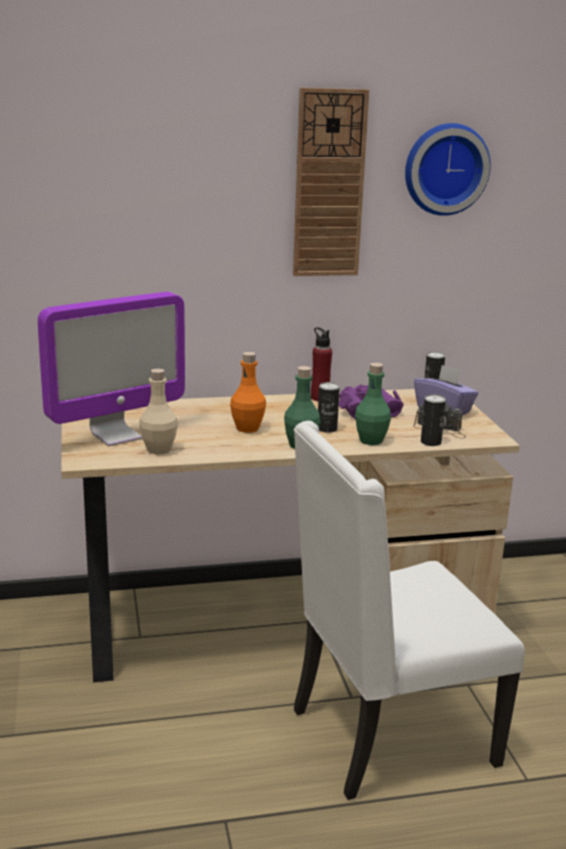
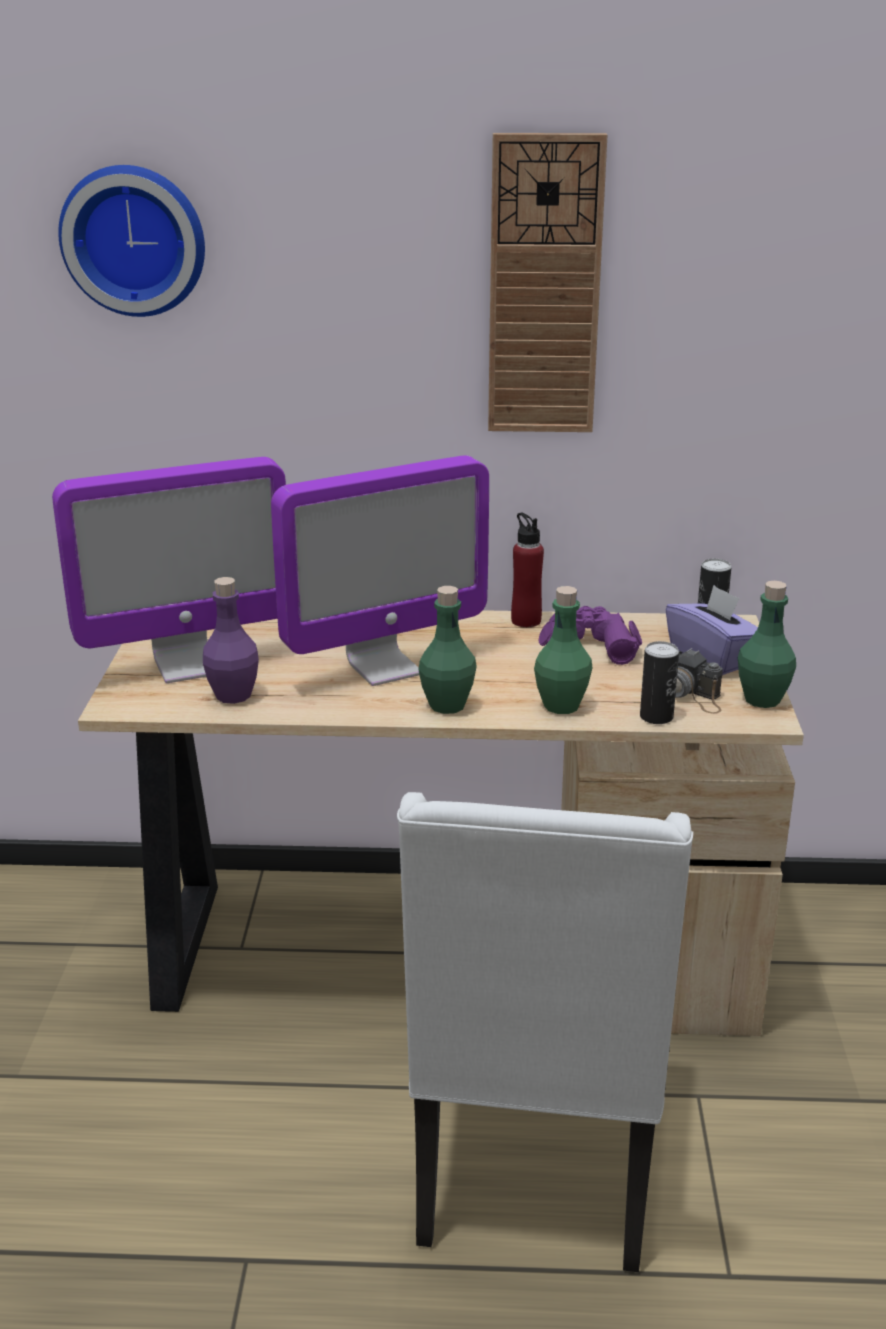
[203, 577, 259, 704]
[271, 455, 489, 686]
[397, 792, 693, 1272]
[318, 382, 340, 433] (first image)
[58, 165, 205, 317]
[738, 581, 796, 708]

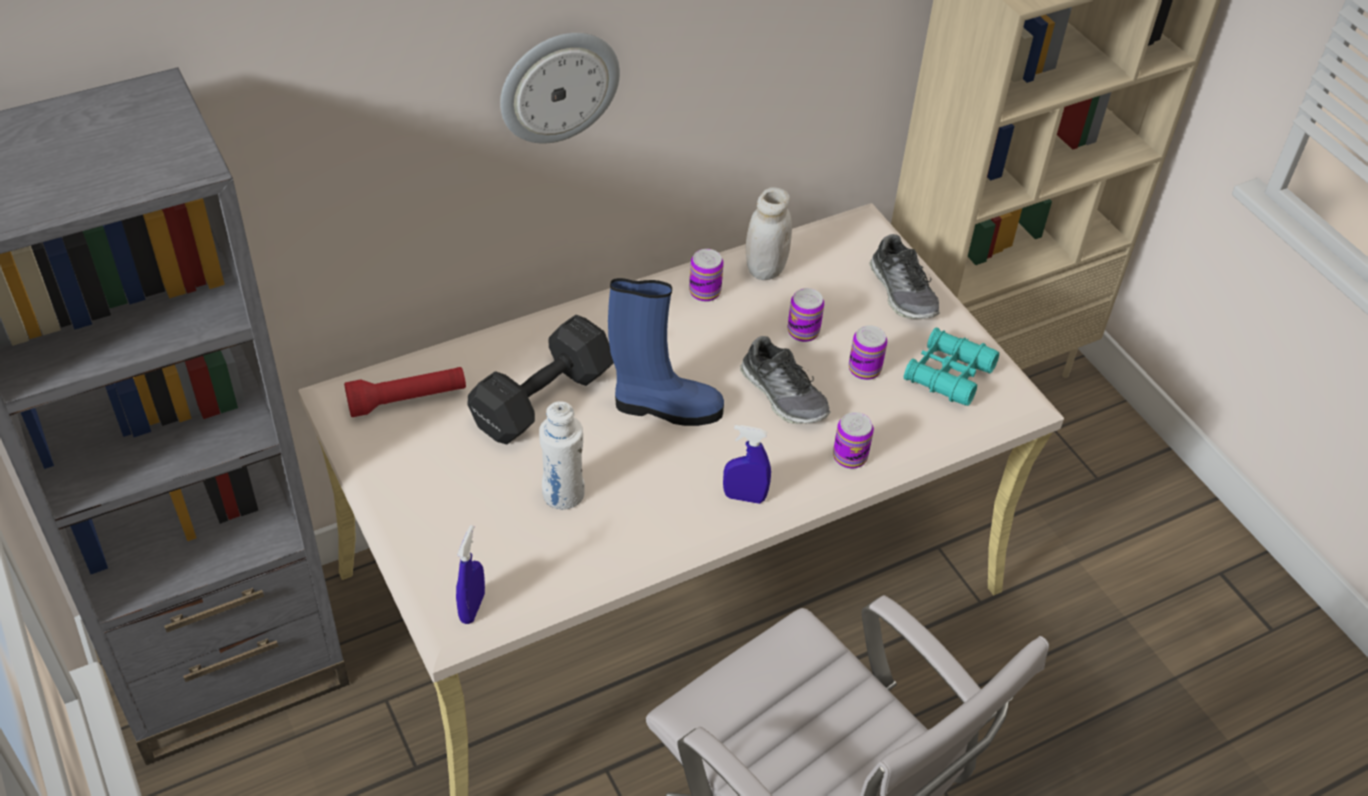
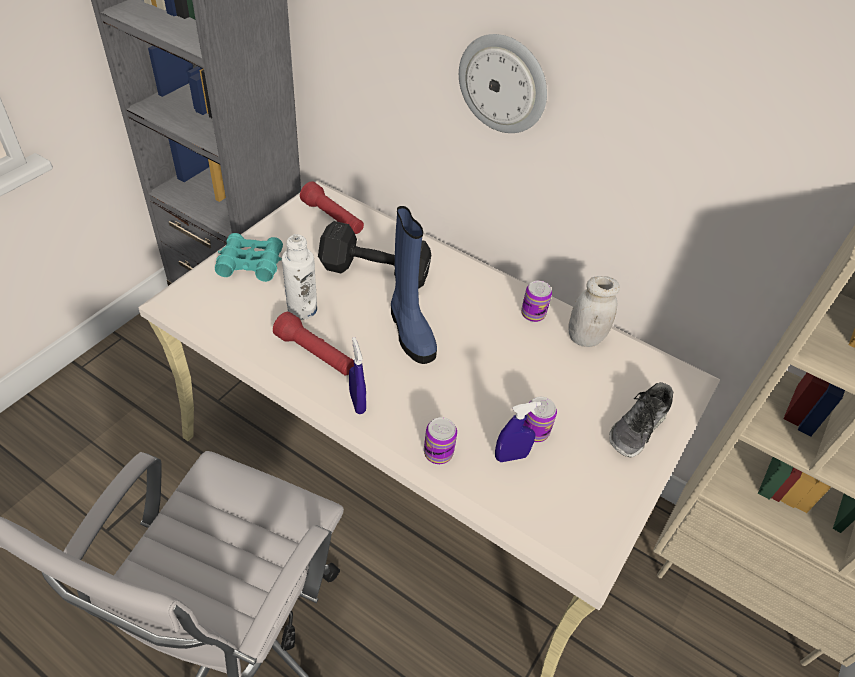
[495, 401, 541, 462]
[740, 336, 831, 424] (first image)
[788, 288, 824, 342] (first image)
[215, 233, 283, 282]
[273, 312, 354, 376]

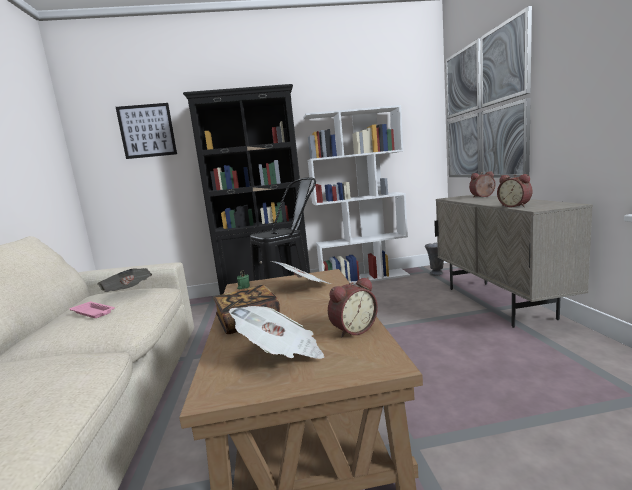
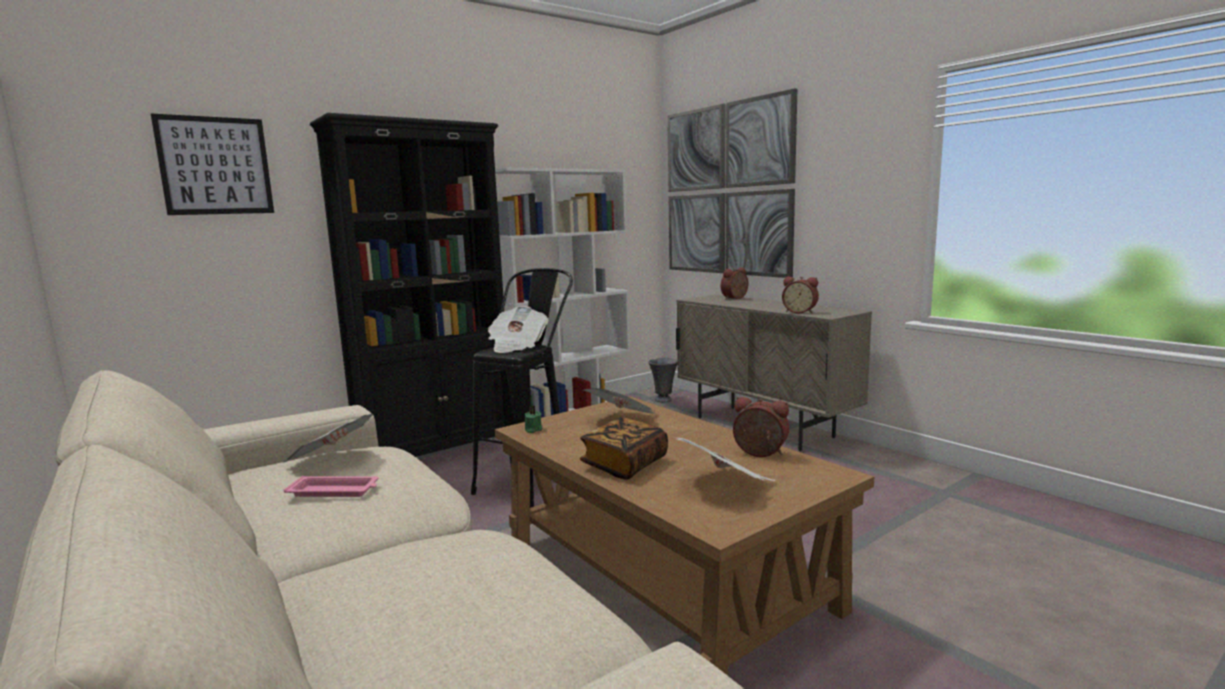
[733, 397, 789, 457]
[488, 306, 548, 353]

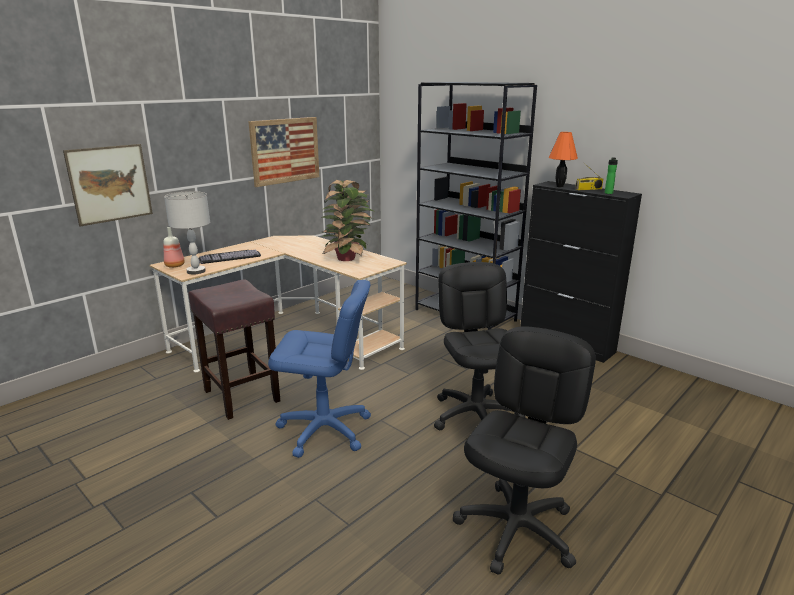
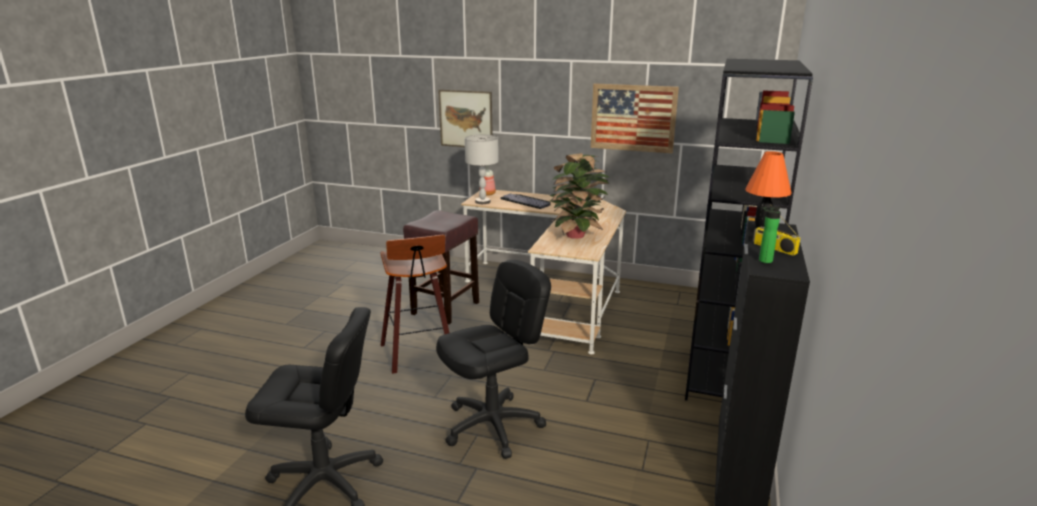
[380, 235, 449, 374]

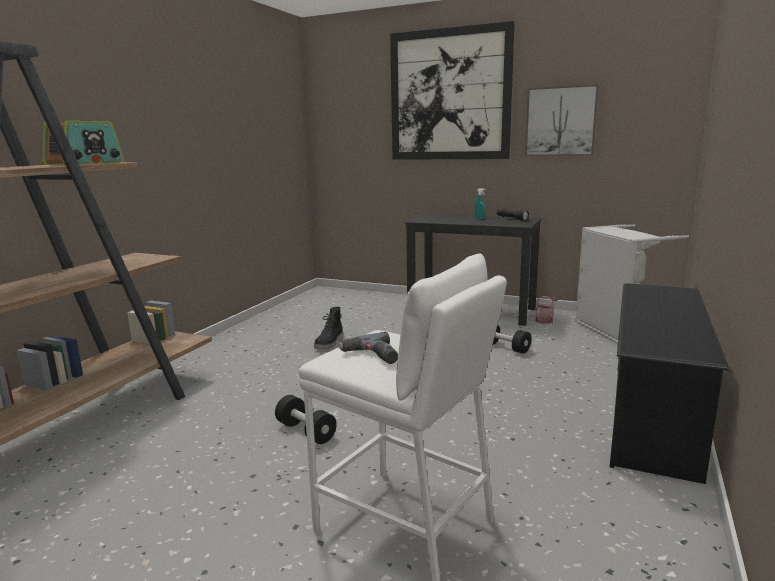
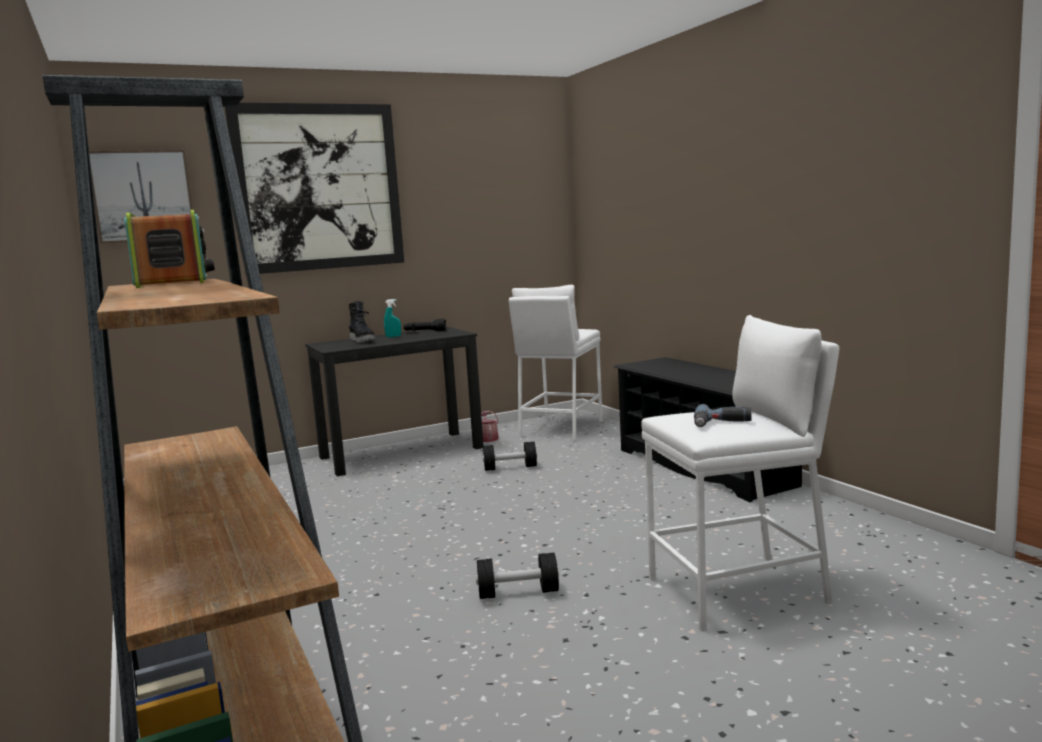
[349, 301, 375, 343]
[89, 150, 193, 244]
[509, 285, 603, 441]

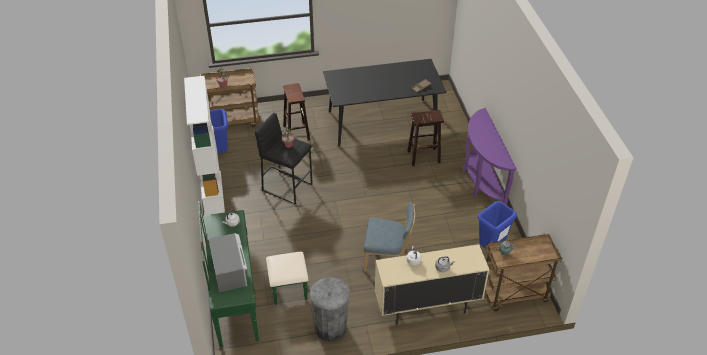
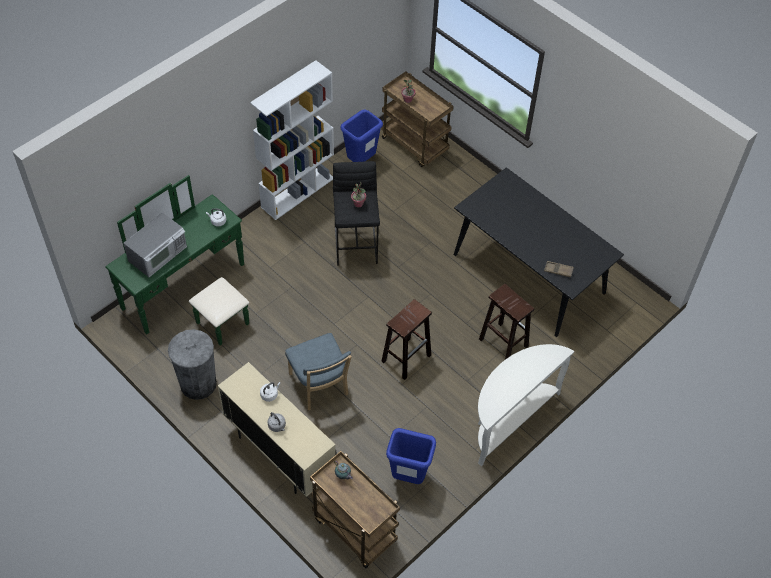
[381, 299, 432, 380]
[478, 344, 574, 466]

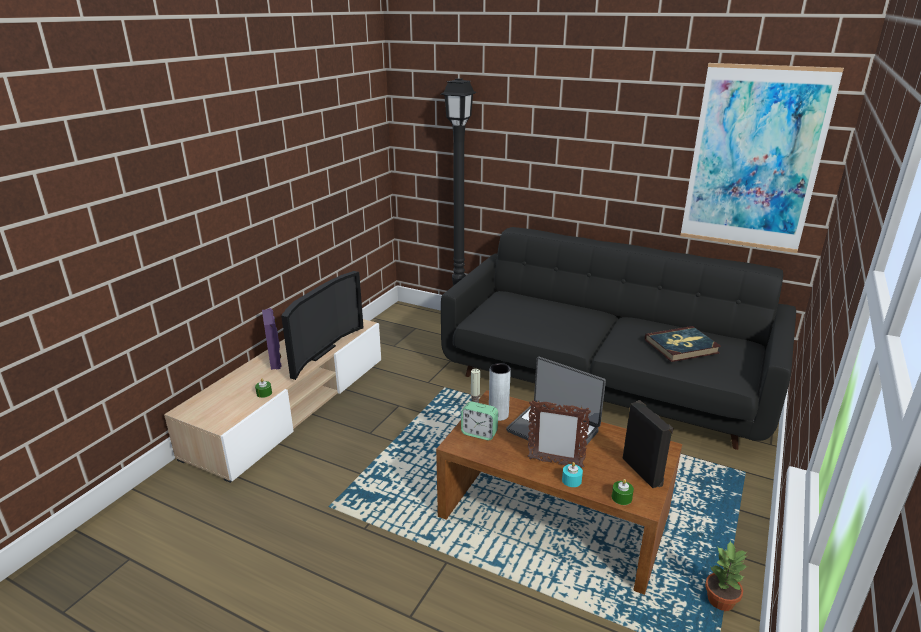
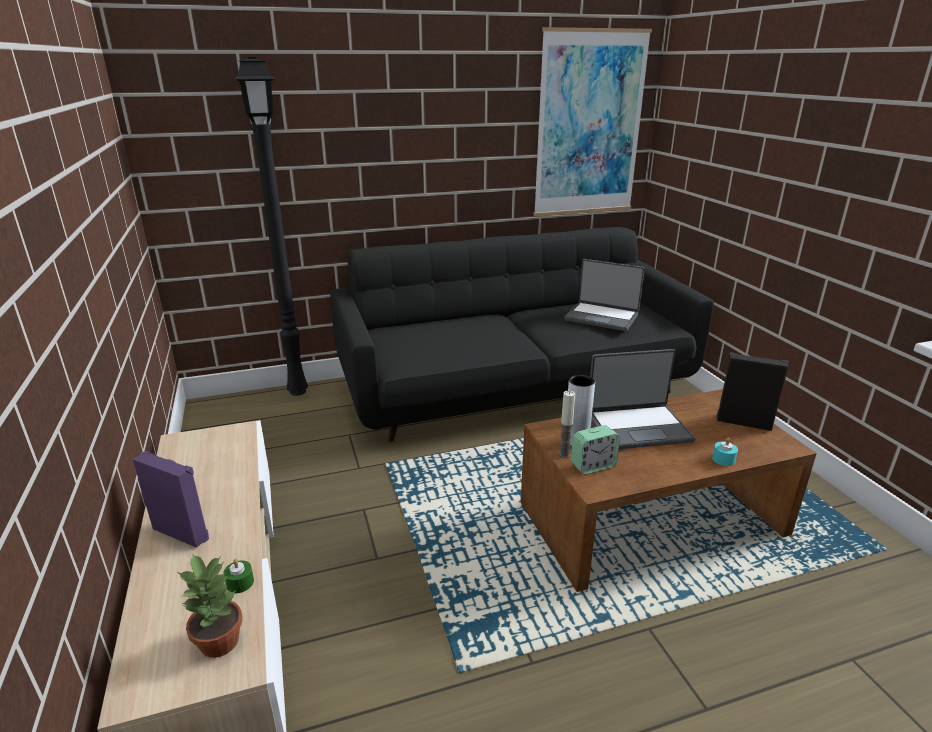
[281, 271, 364, 380] (first image)
[527, 400, 591, 467] (first image)
[612, 479, 634, 505] (first image)
[564, 259, 645, 331]
[178, 553, 242, 658]

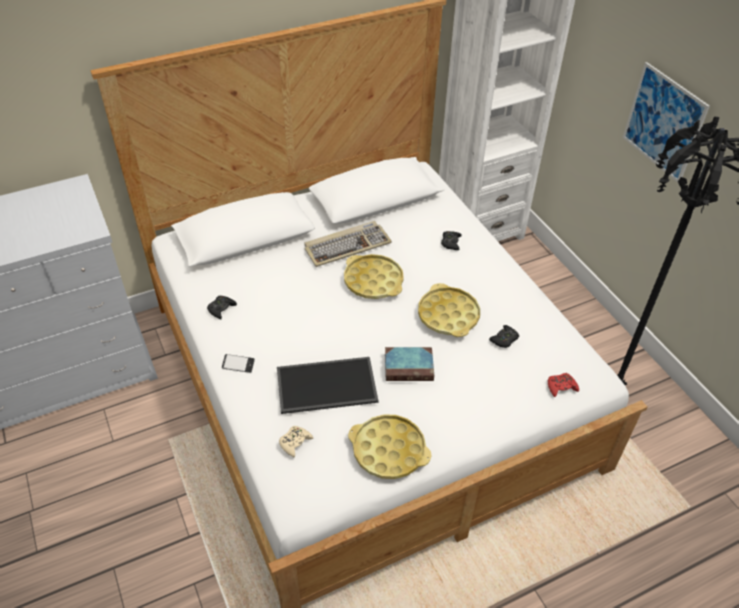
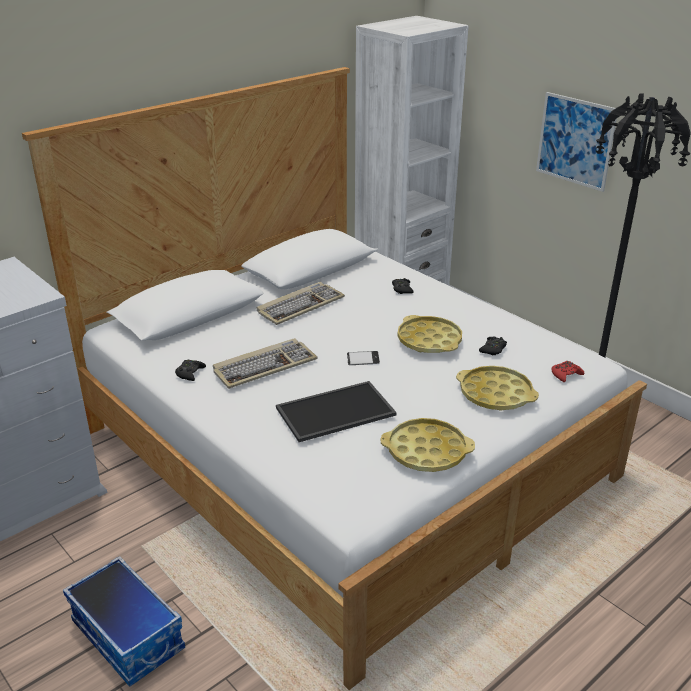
[347, 351, 380, 365]
[279, 426, 313, 457] (first image)
[456, 366, 539, 411]
[385, 347, 434, 381] (first image)
[63, 556, 185, 687]
[213, 338, 318, 389]

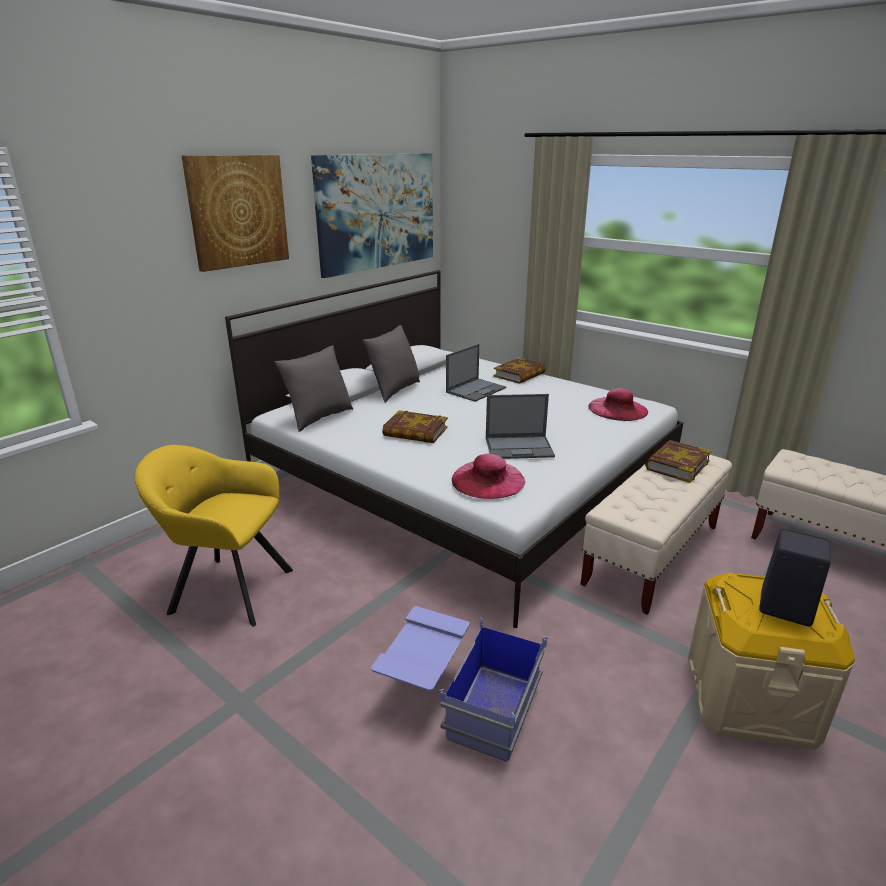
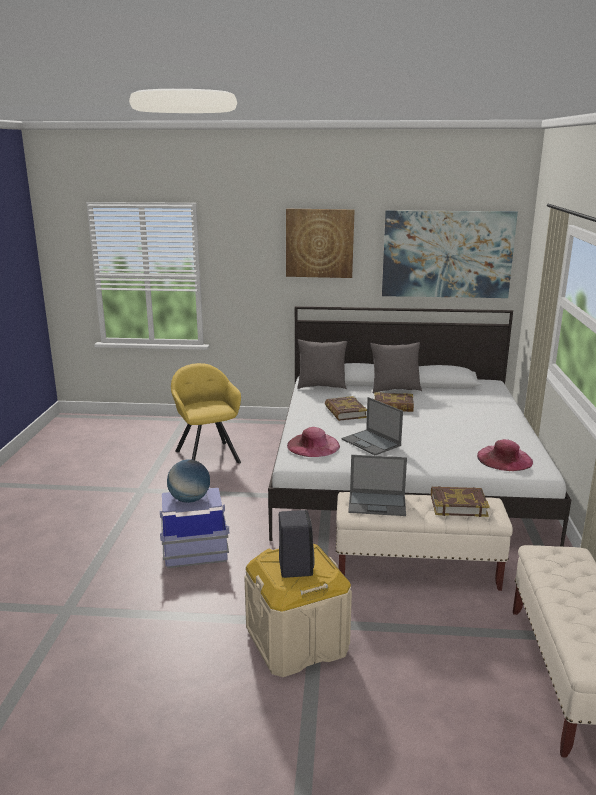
[348, 455, 407, 516]
[374, 392, 414, 412]
[167, 459, 210, 503]

